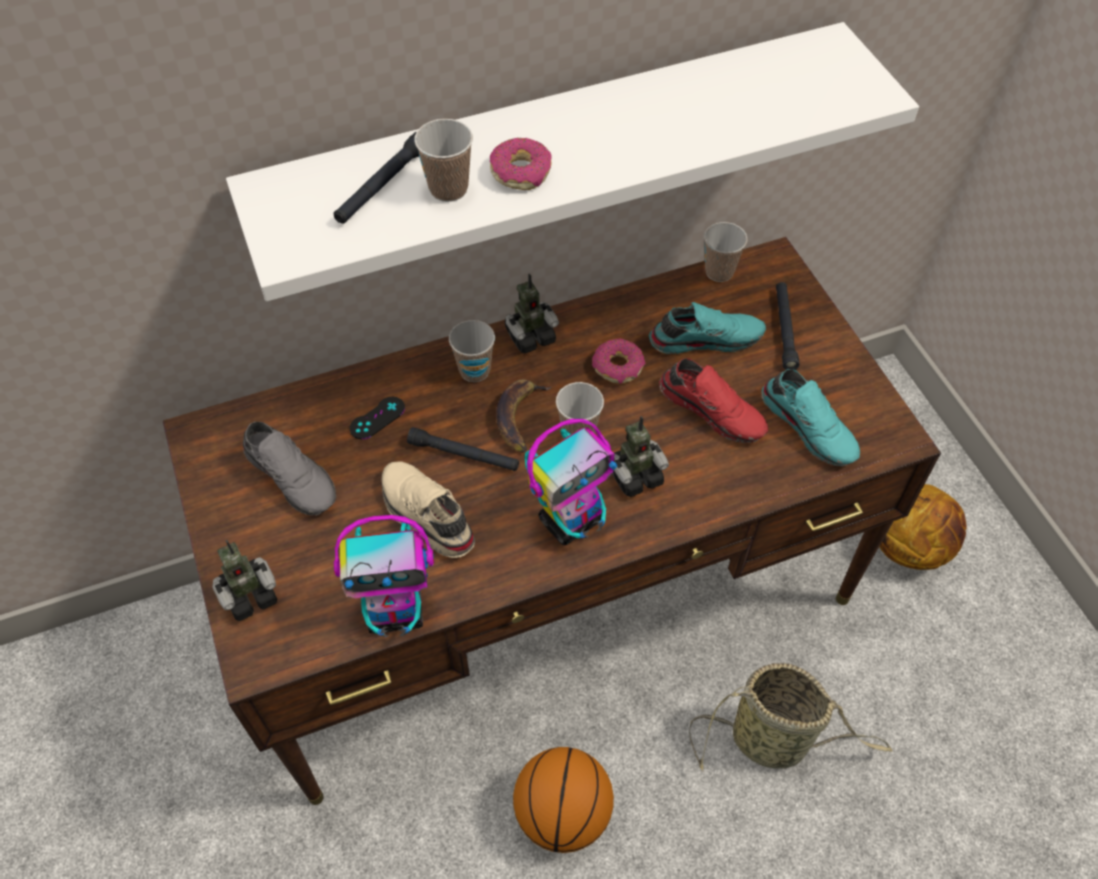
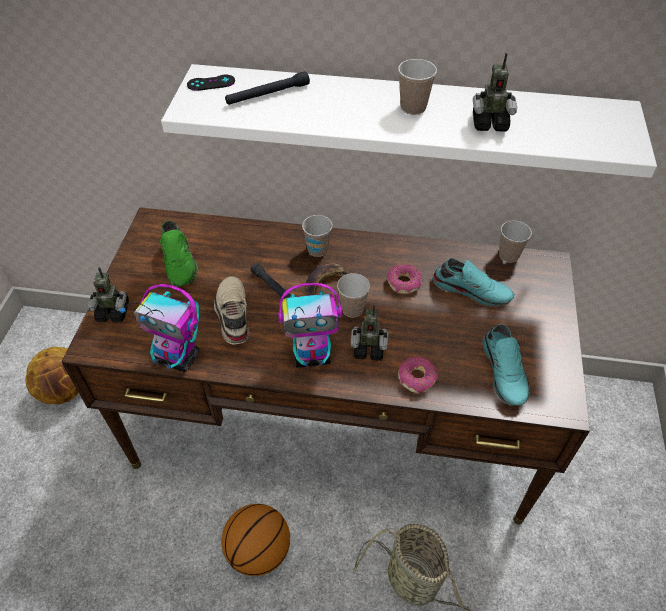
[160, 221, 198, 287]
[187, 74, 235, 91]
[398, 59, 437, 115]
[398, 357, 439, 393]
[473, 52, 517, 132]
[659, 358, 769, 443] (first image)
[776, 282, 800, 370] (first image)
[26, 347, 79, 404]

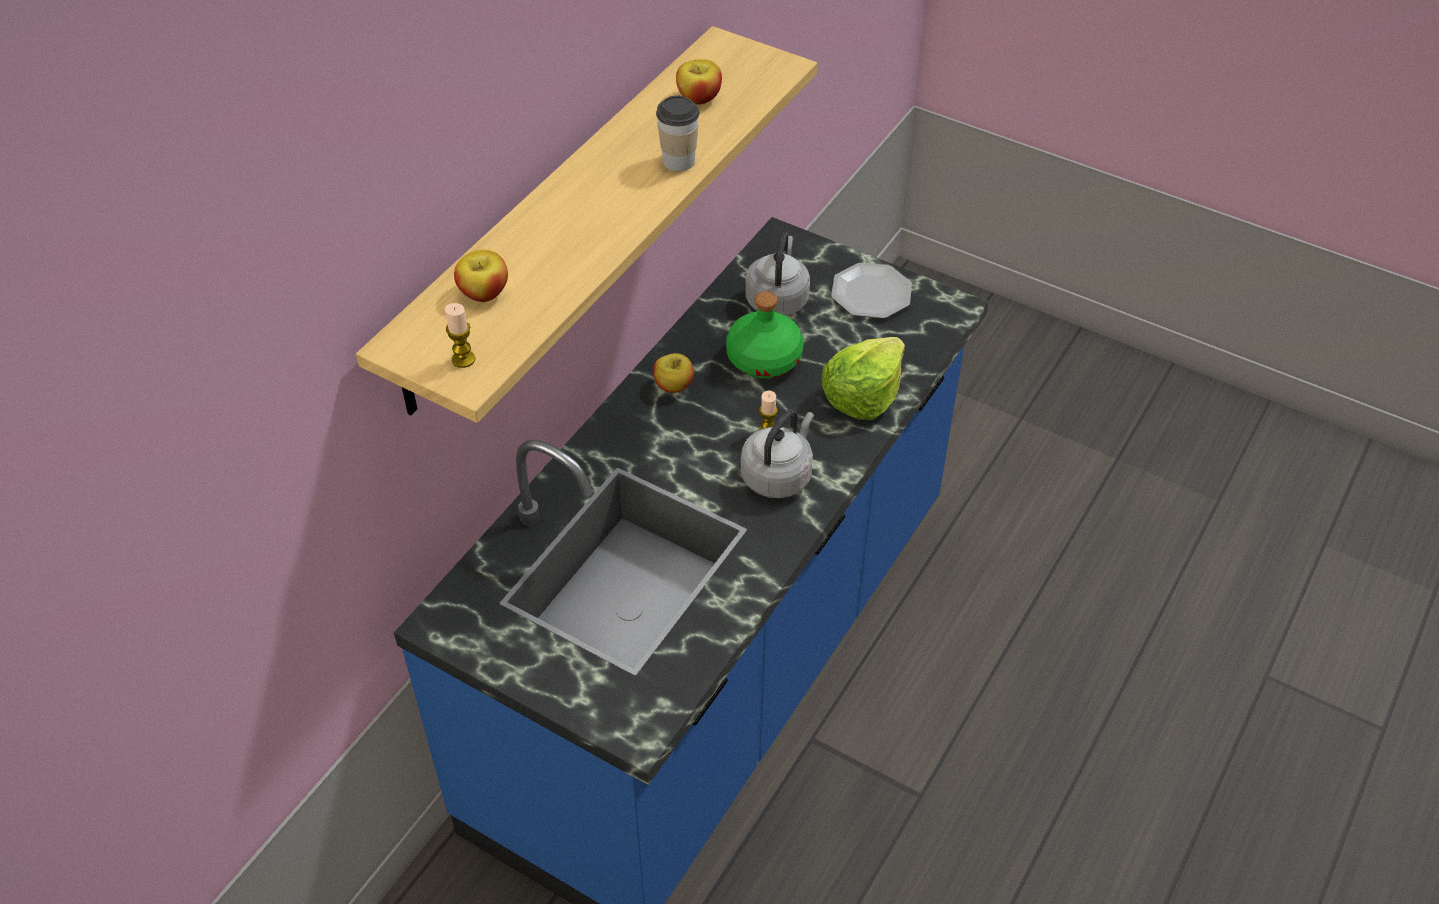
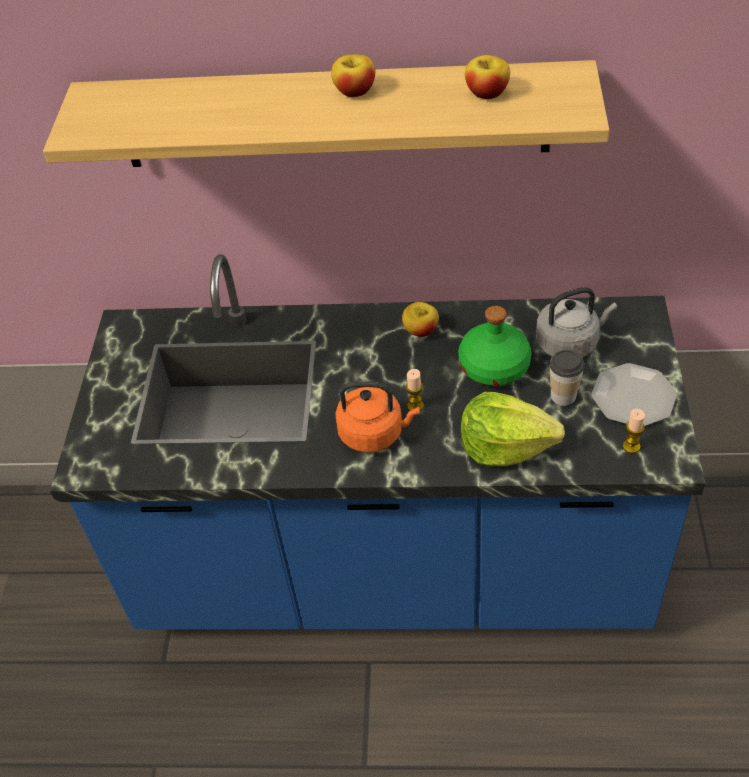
[623, 409, 645, 453]
[331, 55, 375, 97]
[549, 350, 585, 406]
[335, 381, 420, 453]

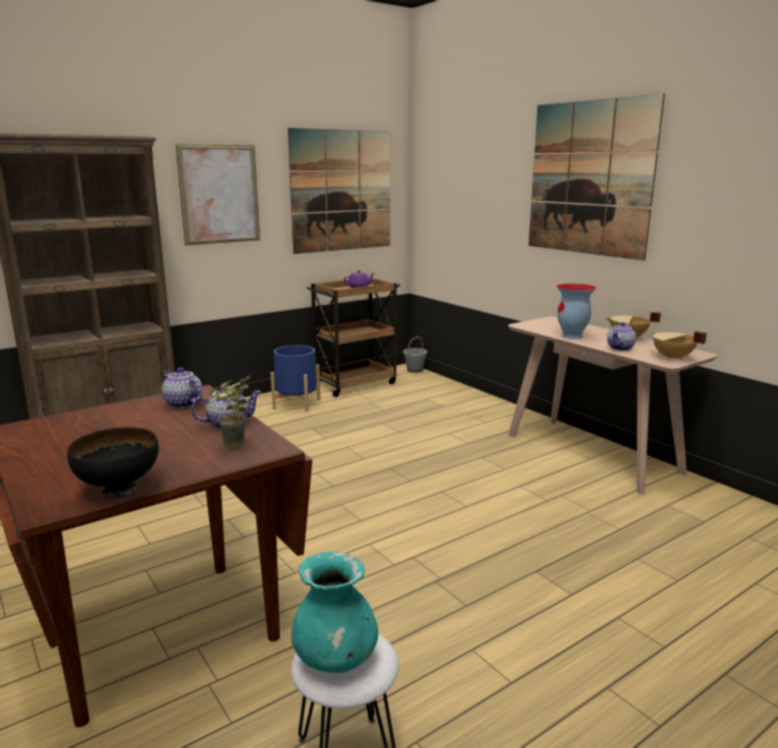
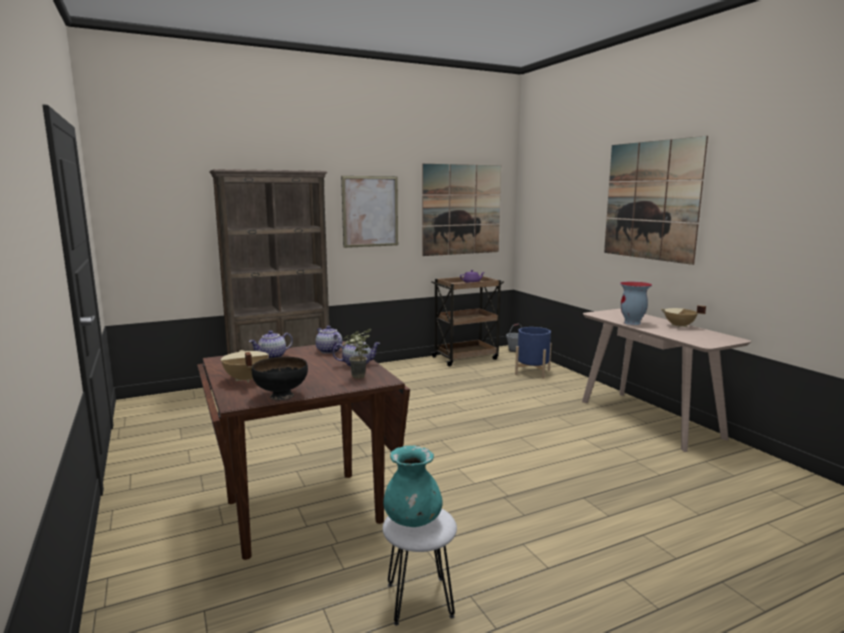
[515, 327, 551, 379]
[249, 331, 293, 358]
[221, 350, 269, 383]

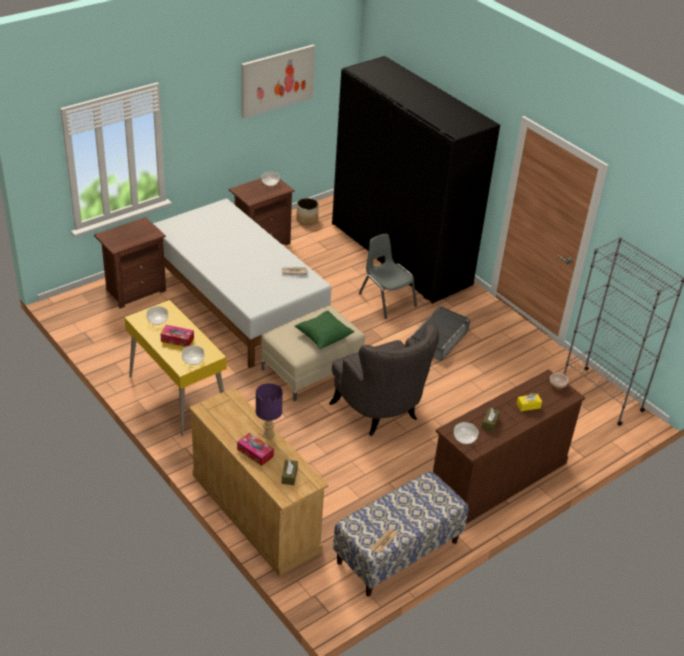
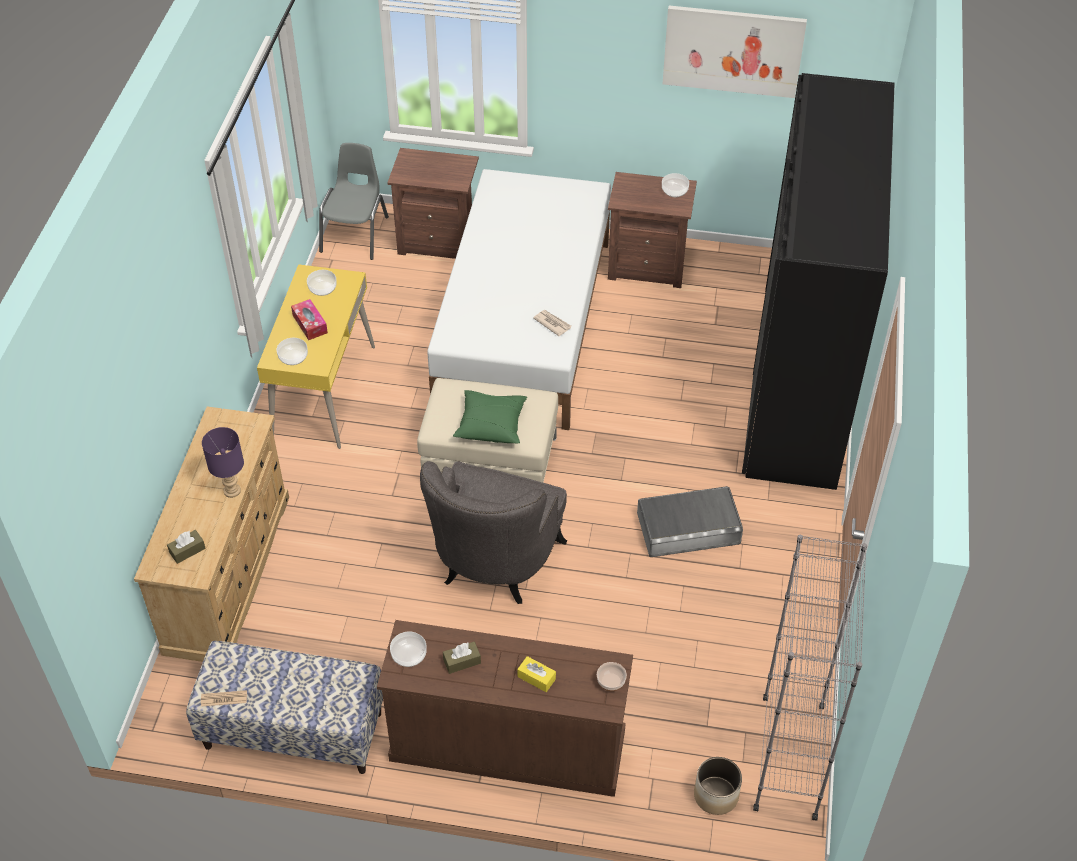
[237, 433, 274, 466] (first image)
[694, 757, 742, 815]
[319, 143, 389, 260]

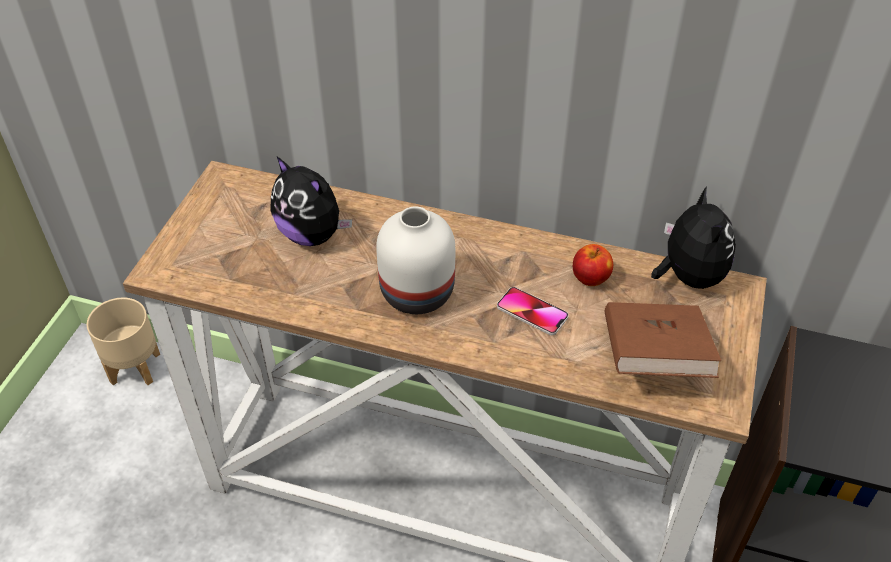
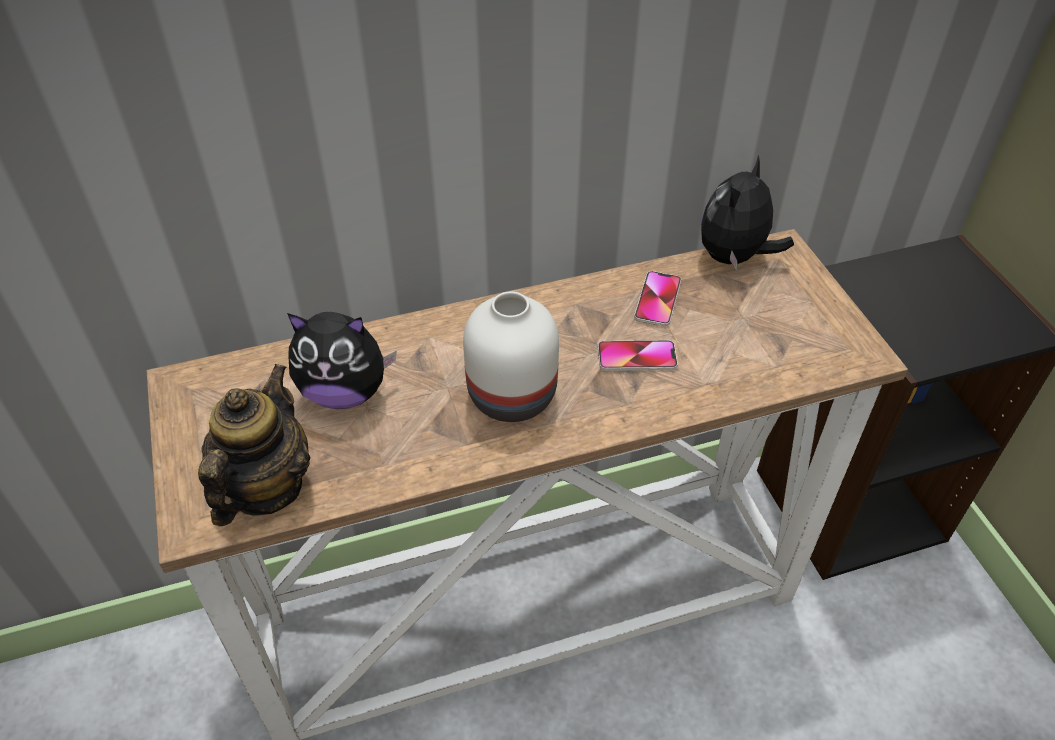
[87, 298, 160, 385] (first image)
[634, 271, 681, 326]
[605, 302, 721, 378] (first image)
[701, 155, 794, 270]
[198, 364, 310, 526]

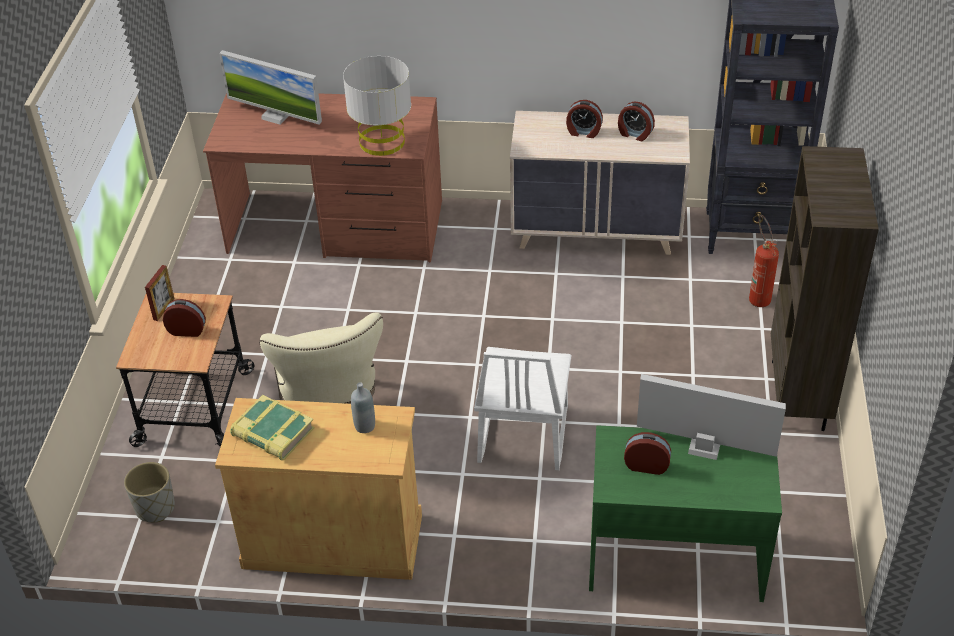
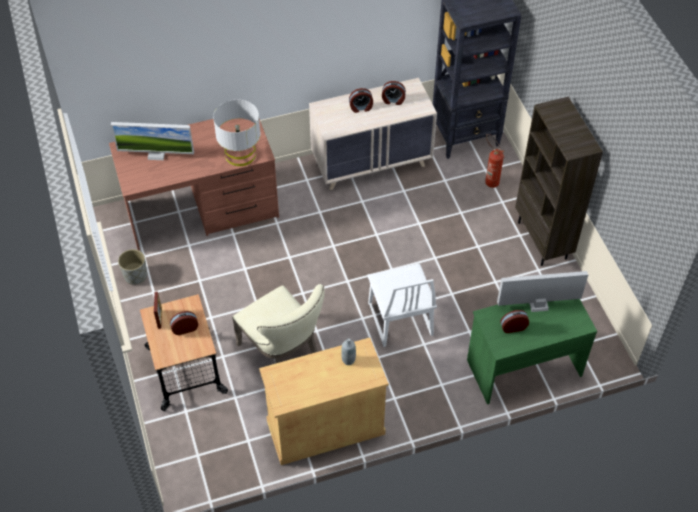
[118, 249, 147, 284]
[230, 395, 314, 460] (first image)

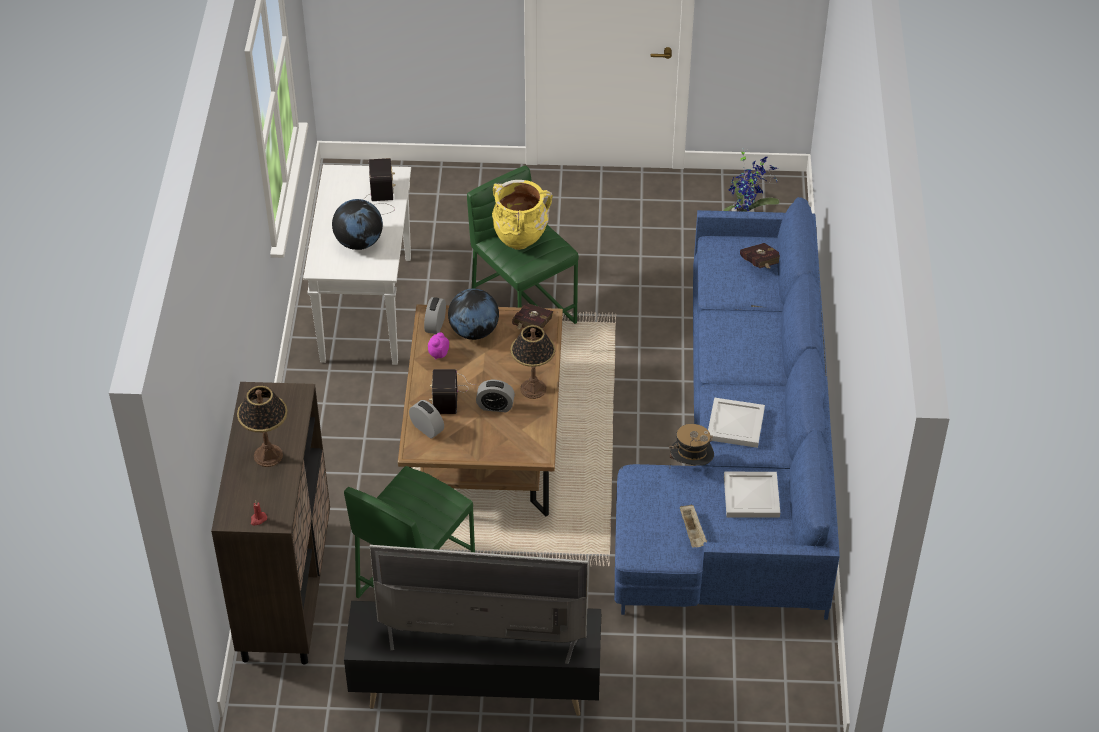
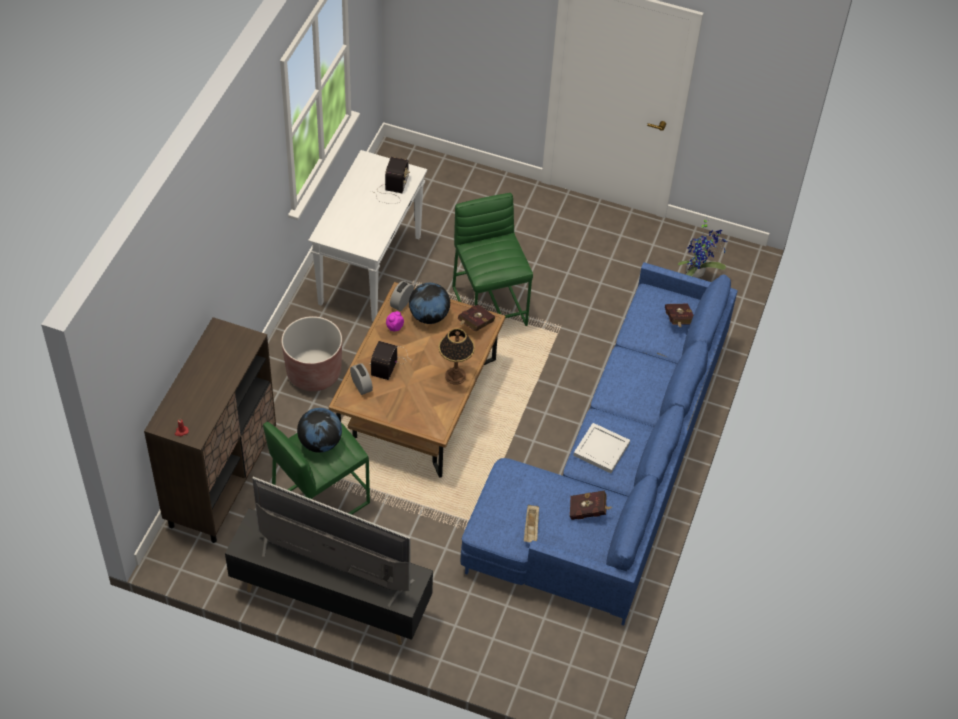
[237, 386, 288, 467] (first image)
[297, 408, 342, 453]
[476, 380, 515, 412] (first image)
[492, 180, 553, 250] (first image)
[669, 424, 714, 466] (first image)
[570, 490, 612, 520]
[281, 316, 342, 391]

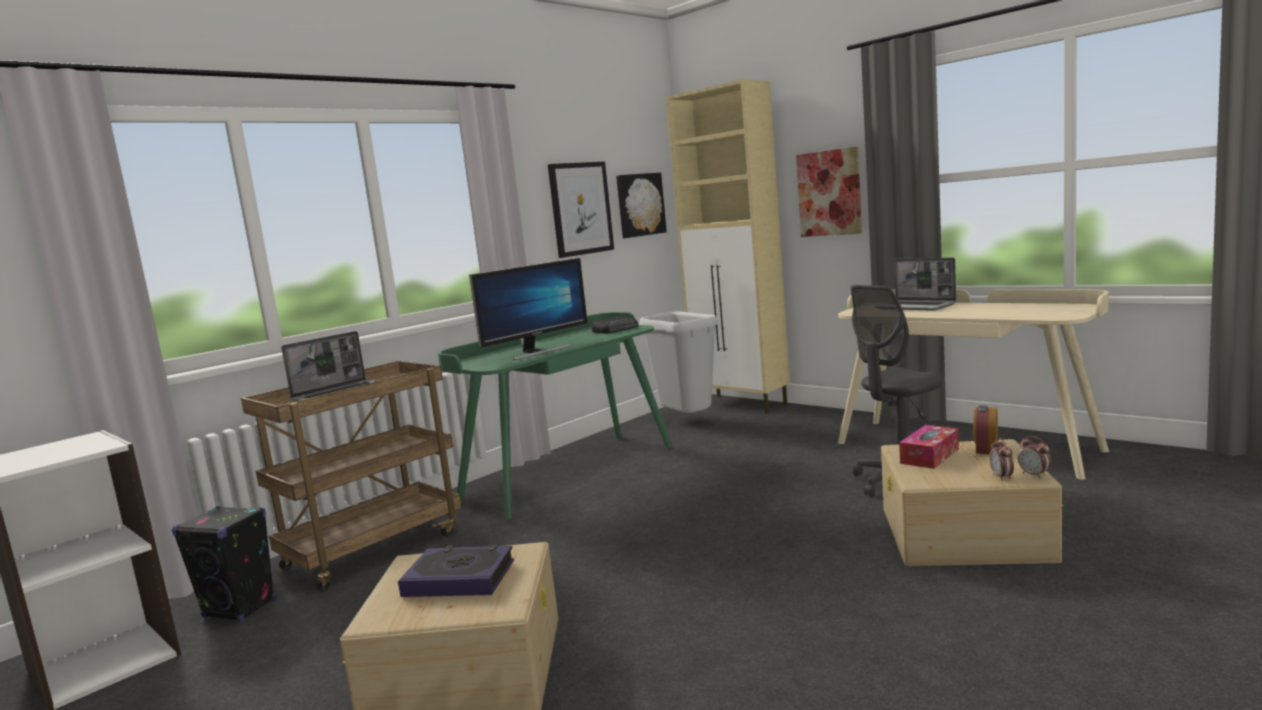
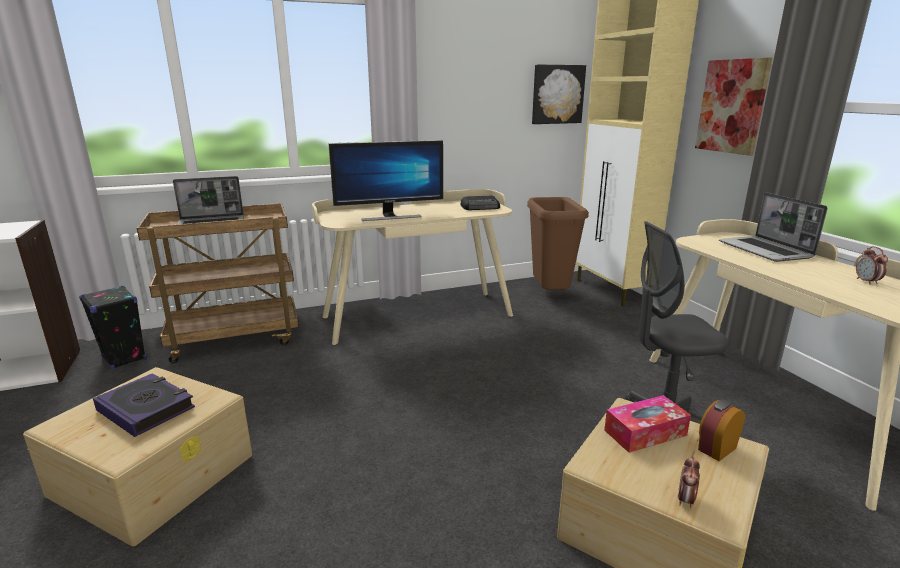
[312, 189, 513, 345]
[548, 162, 614, 258] (first image)
[527, 197, 589, 290]
[856, 246, 888, 285]

